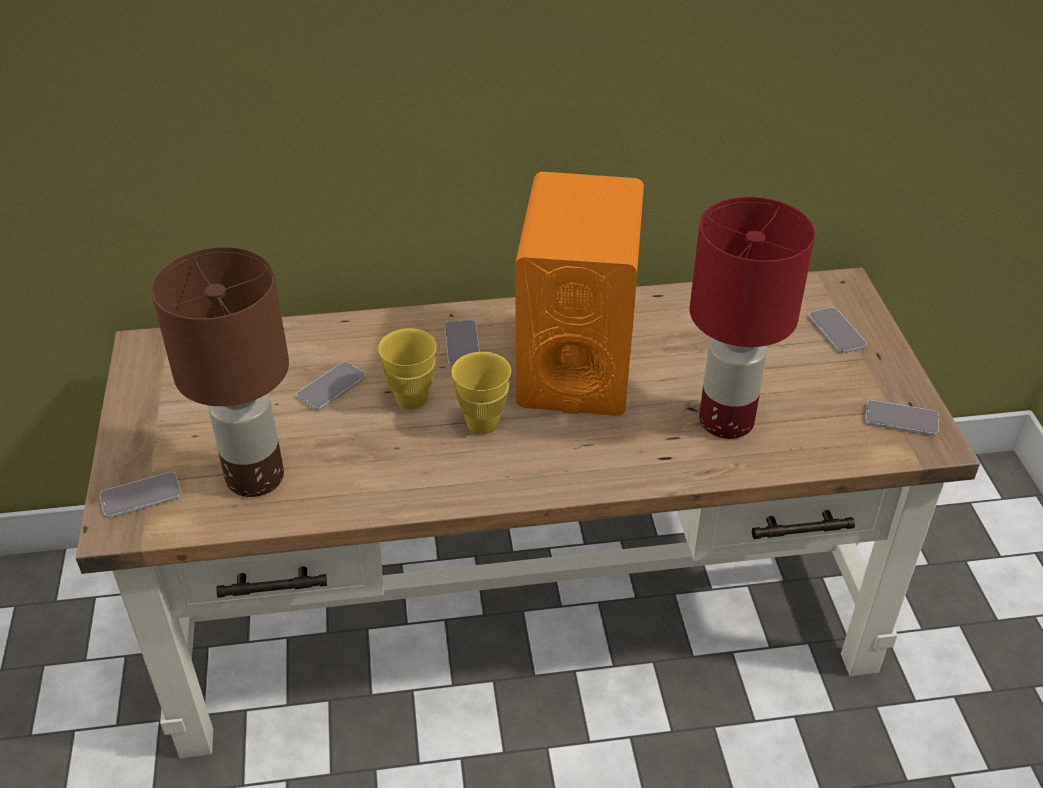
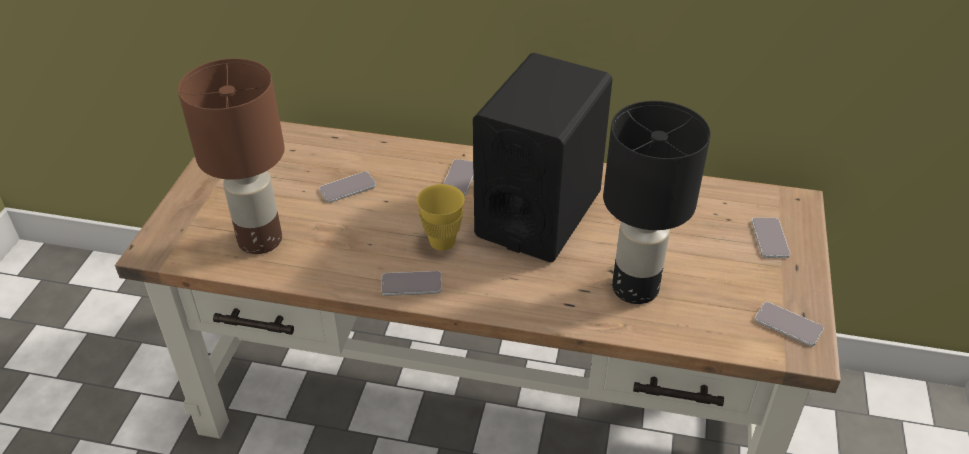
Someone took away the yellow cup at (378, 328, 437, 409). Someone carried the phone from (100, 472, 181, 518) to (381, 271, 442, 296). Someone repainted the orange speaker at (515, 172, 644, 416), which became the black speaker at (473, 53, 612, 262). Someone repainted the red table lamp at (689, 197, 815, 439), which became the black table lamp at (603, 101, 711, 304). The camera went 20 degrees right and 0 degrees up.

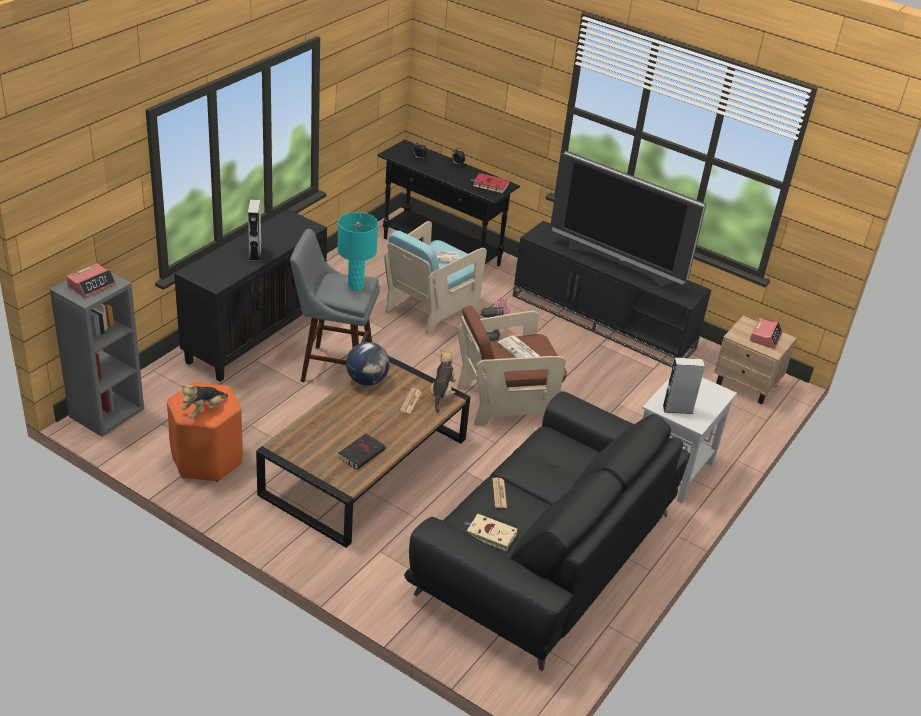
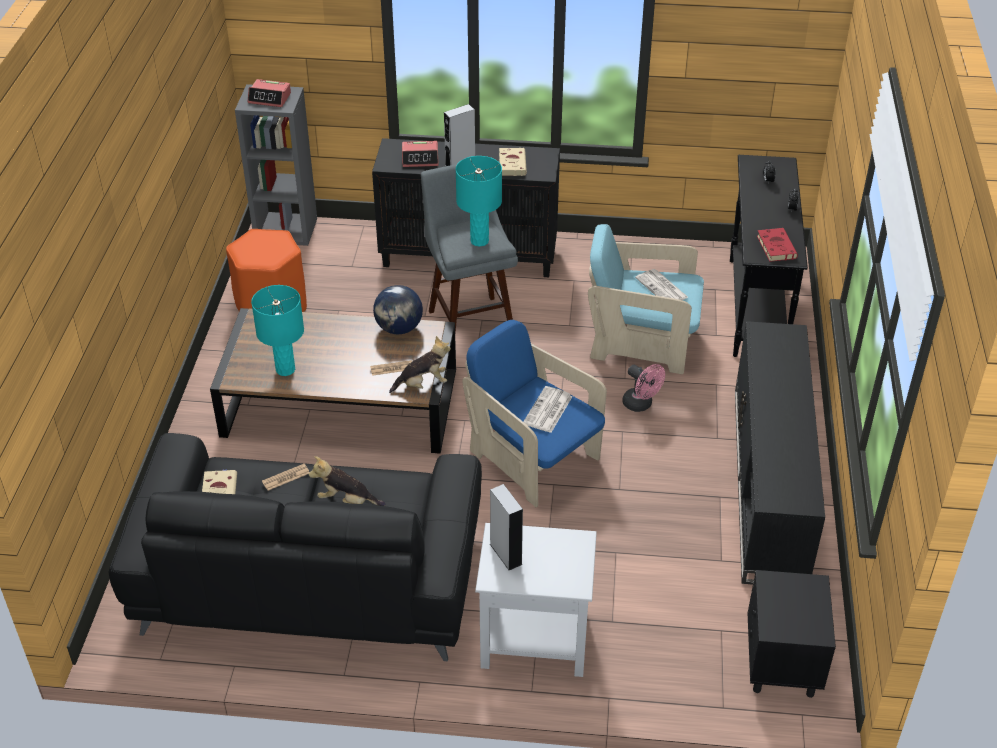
Someone took away the television at (551, 151, 706, 287). Someone put down the beige book at (499, 148, 527, 176). Someone carried the plush toy from (180, 384, 228, 418) to (309, 456, 386, 506). Someone carried the alarm clock from (750, 318, 782, 349) to (402, 141, 439, 167). Someone swapped the black book at (338, 434, 386, 470) for the turquoise table lamp at (251, 285, 304, 376). Someone repainted the brown armchair at (457, 306, 567, 425), which became the blue armchair at (462, 320, 607, 507). Someone repainted the beige nightstand at (714, 316, 797, 404), which became the black nightstand at (748, 570, 836, 698). The camera went 65 degrees right and 5 degrees up.

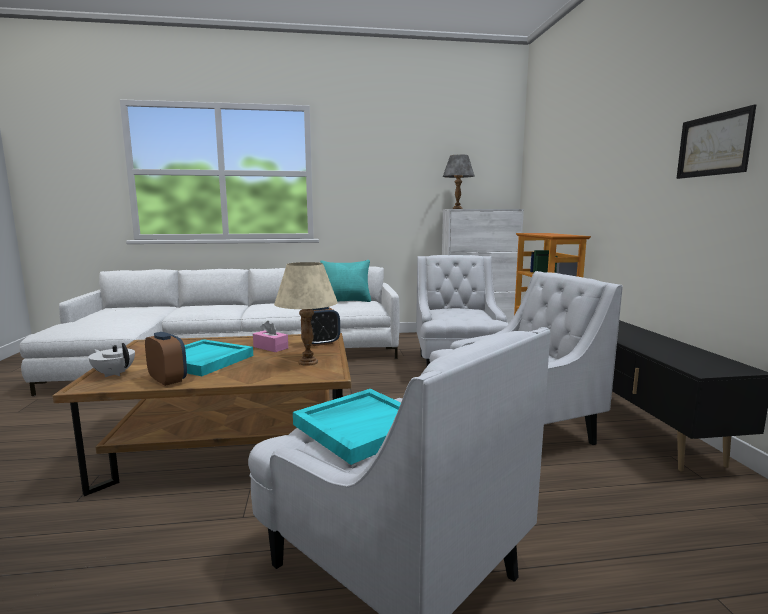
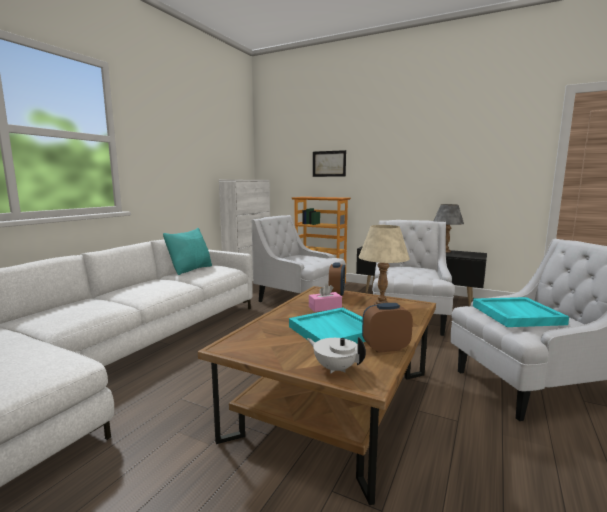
Someone carried the grey table lamp from (443, 154, 475, 209) to (434, 204, 464, 253). Someone carried the picture from (676, 105, 756, 179) to (313, 150, 346, 177). Someone rotated the white teapot at (88, 343, 135, 377) by 60 degrees clockwise. The camera went 55 degrees left and 0 degrees up.

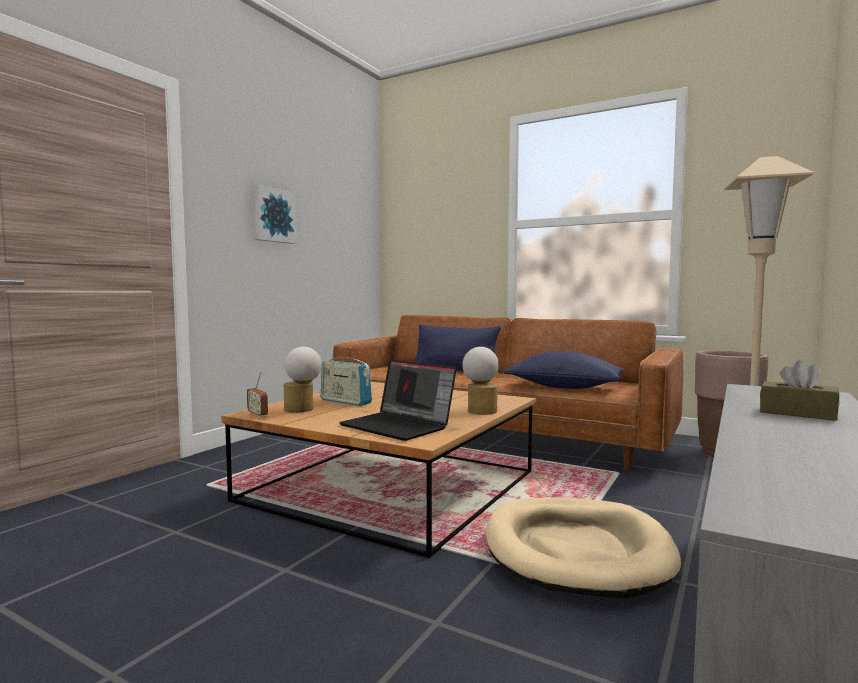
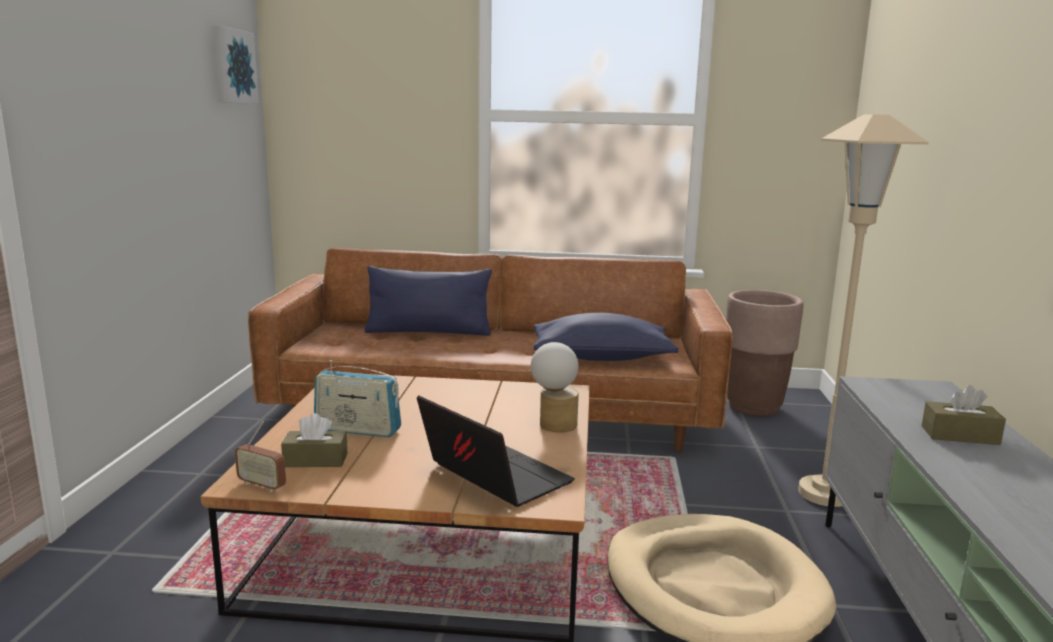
Someone carried the picture from (252, 184, 297, 244) to (213, 26, 259, 104). Someone swapped the table lamp at (284, 347, 322, 412) for the brown tissue box at (281, 413, 347, 467). Someone rotated the laptop at (339, 360, 457, 441) by 150 degrees counterclockwise. The camera went 25 degrees left and 10 degrees up.

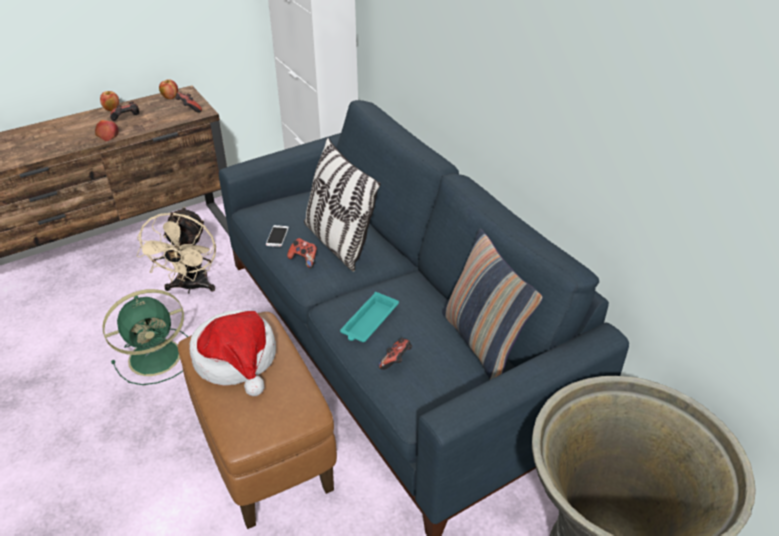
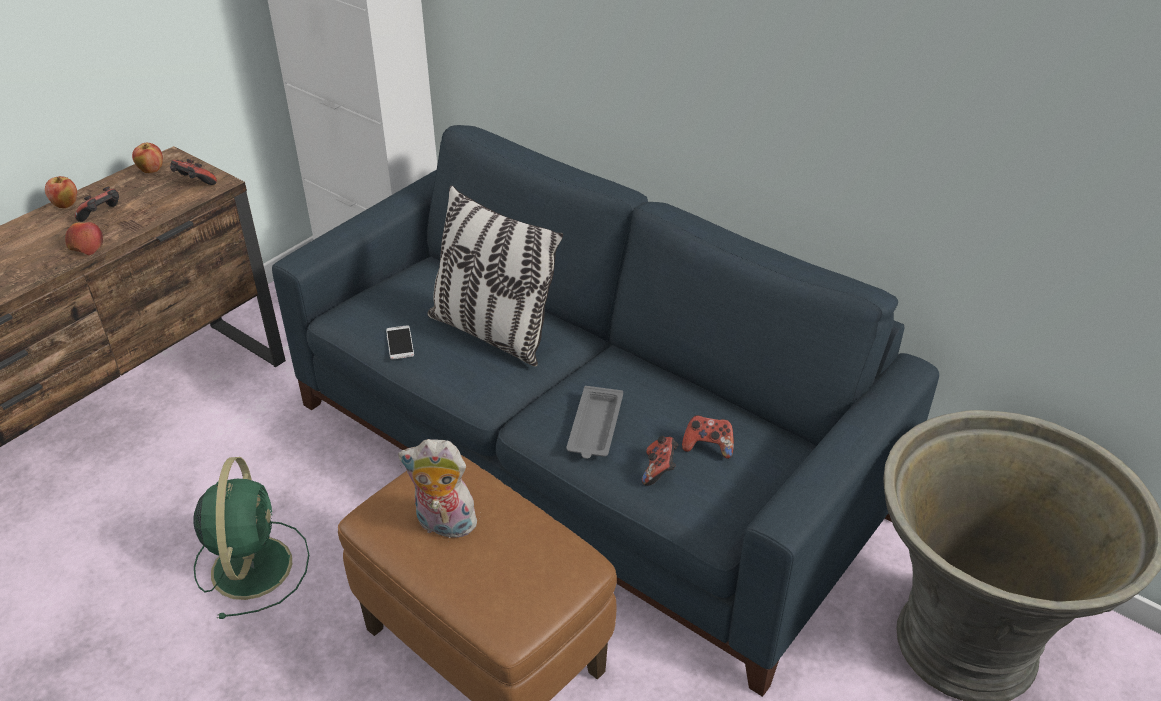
Someone took away the beige fan at (136, 207, 216, 293). Someone took away the pillow at (442, 228, 543, 380). Someone carried the game controller from (287, 238, 317, 268) to (682, 415, 734, 459). Someone swapped the hat at (189, 310, 276, 396) for the plush toy at (398, 439, 480, 538). Someone repainted the turquoise tray at (340, 292, 399, 342), which became the grey tray at (566, 386, 623, 459). Someone rotated the green fan at (102, 289, 188, 385) by 45 degrees counterclockwise. The camera went 20 degrees left and 0 degrees up.

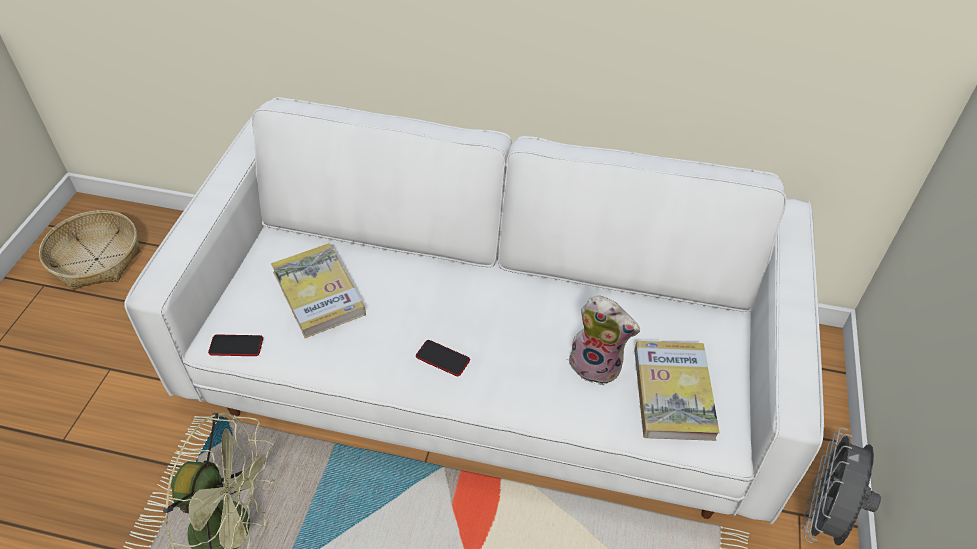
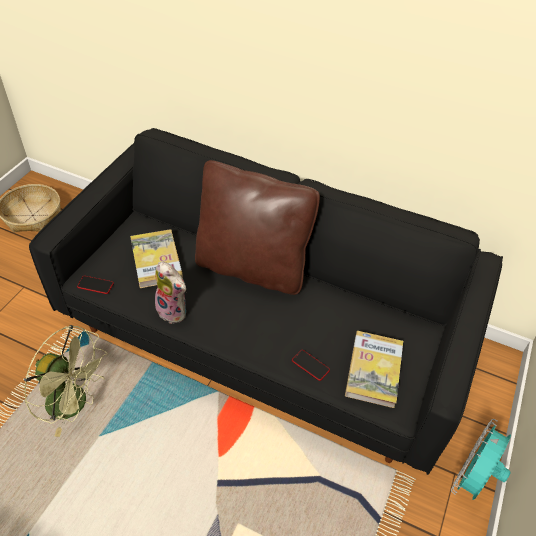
Someone put down the brown pillow at (195, 160, 320, 295). Someone carried the phone from (416, 340, 470, 376) to (292, 350, 330, 381). Someone carried the plush toy from (569, 296, 640, 385) to (155, 262, 186, 324). Someone repainted the white sofa at (124, 97, 824, 524), which became the black sofa at (29, 128, 503, 475). Someone repainted the grey fan at (802, 428, 881, 546), which became the turquoise fan at (451, 419, 511, 500). The camera went 10 degrees right and 0 degrees up.

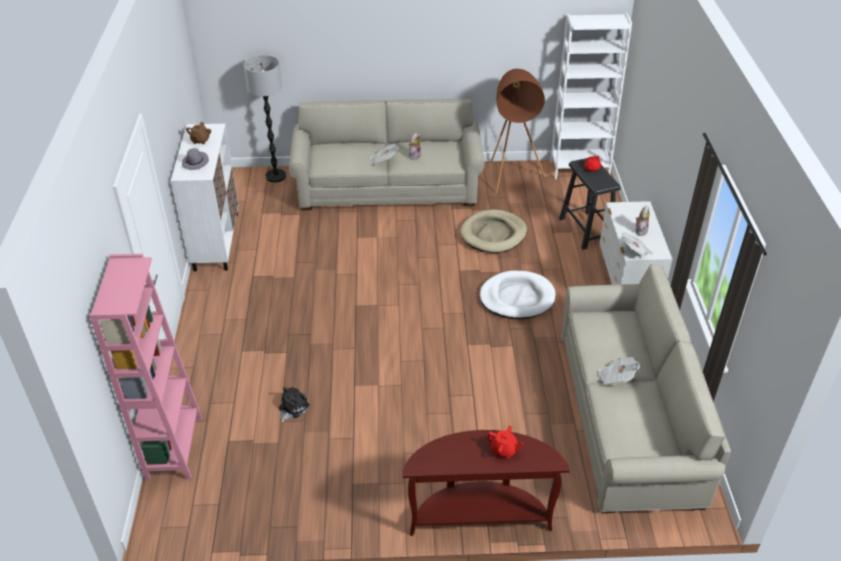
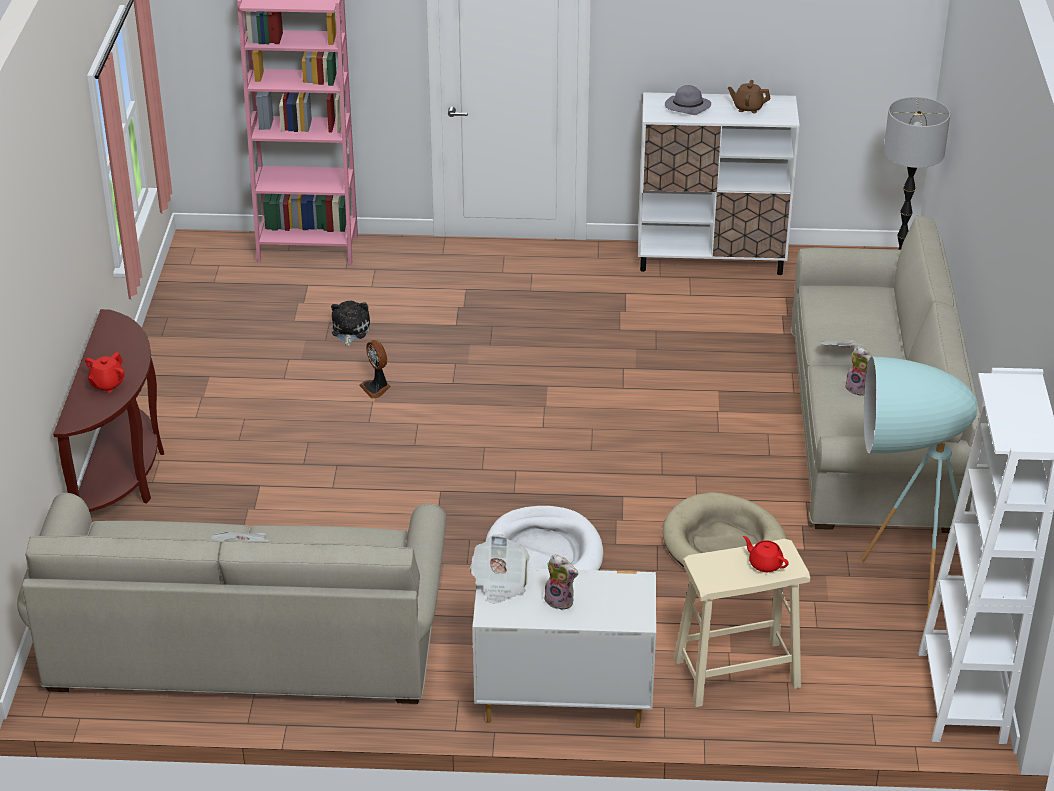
Someone put down the fan at (359, 340, 391, 398). Someone repainted the brown floor lamp at (490, 69, 545, 193), which became the turquoise floor lamp at (859, 356, 978, 617). Someone repainted the black stool at (559, 158, 621, 250), which became the beige stool at (674, 539, 810, 707). Someone rotated the plush toy at (279, 387, 310, 423) by 120 degrees counterclockwise. The camera went 95 degrees right and 5 degrees down.

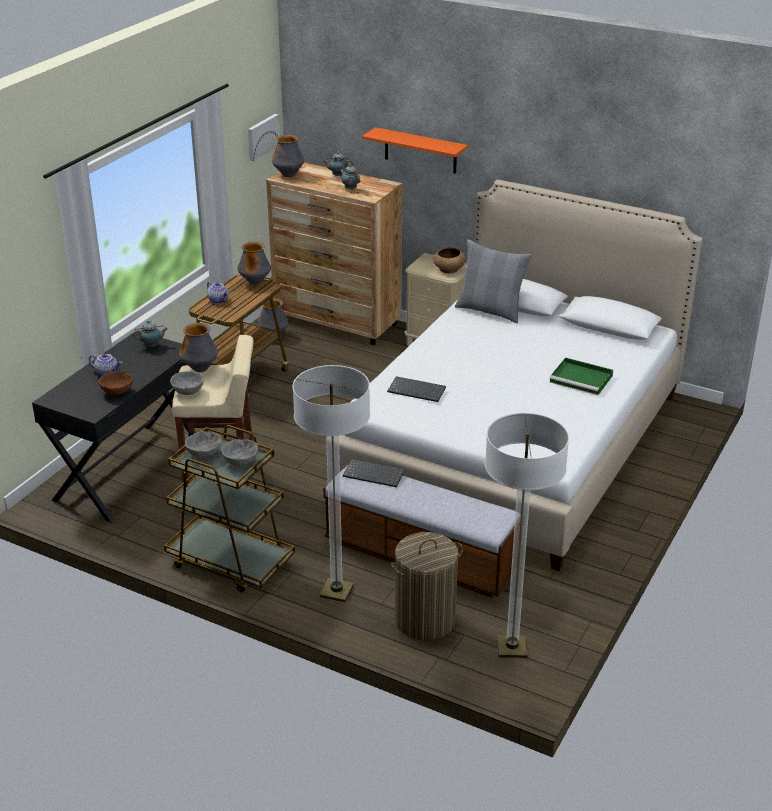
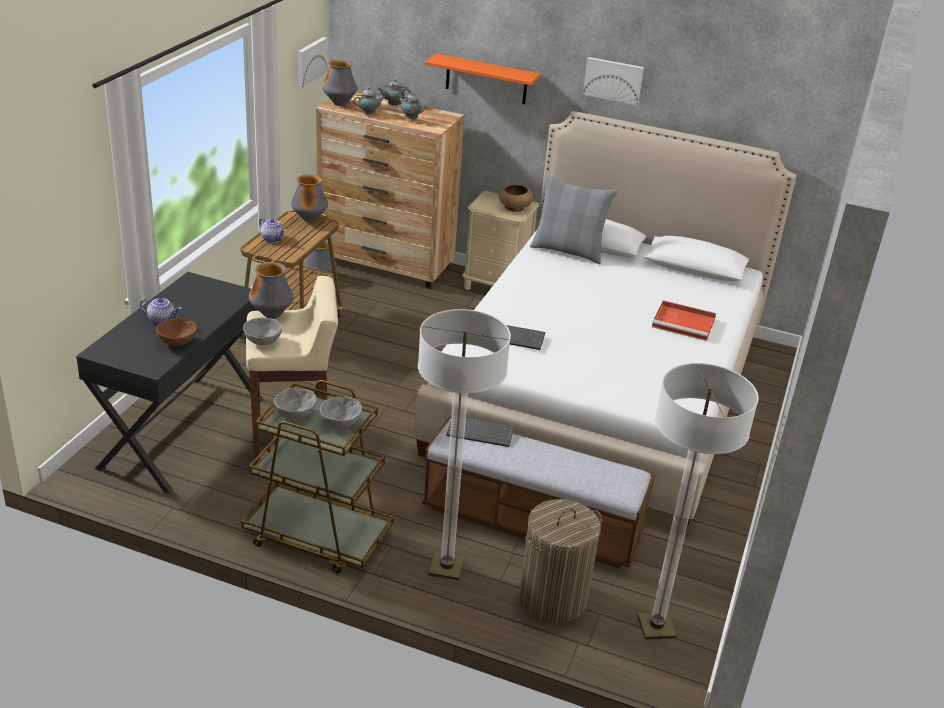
Someone put up the picture at (583, 57, 644, 105). Someone carried the teapot from (133, 320, 168, 347) to (353, 87, 385, 115). Someone repainted the green tray at (550, 357, 613, 395), which became the red tray at (652, 300, 716, 341). The camera went 10 degrees left and 0 degrees up.

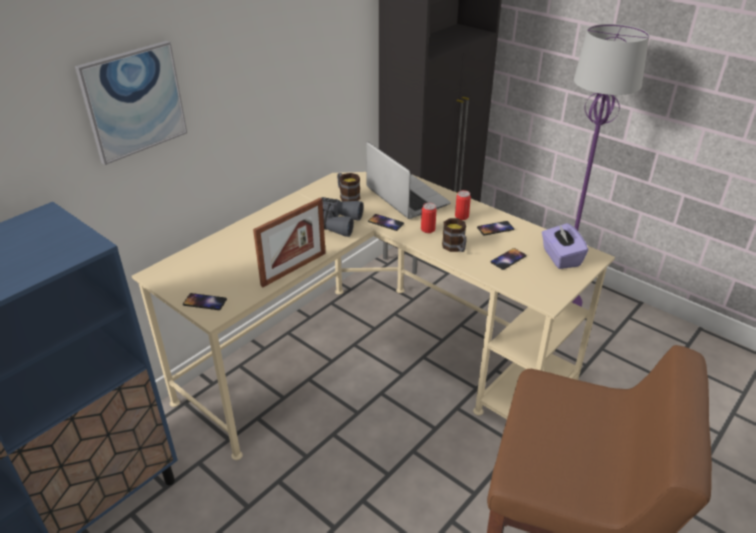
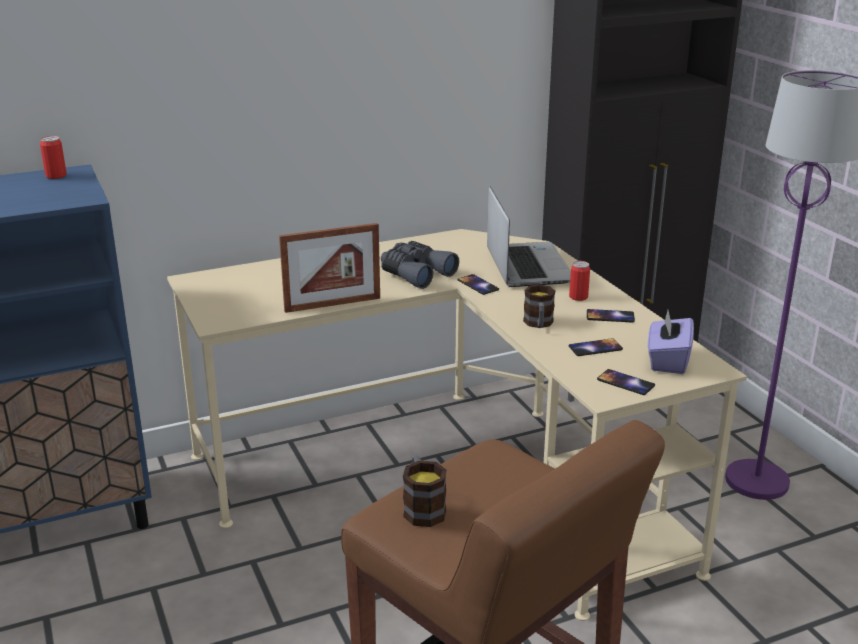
Someone took away the picture at (75, 41, 187, 165). Someone carried the phone from (183, 293, 227, 310) to (597, 369, 655, 395). Someone carried the mug from (337, 173, 361, 201) to (403, 456, 447, 527). Someone carried the can from (421, 203, 437, 233) to (40, 136, 67, 179). The camera went 25 degrees right and 10 degrees down.

